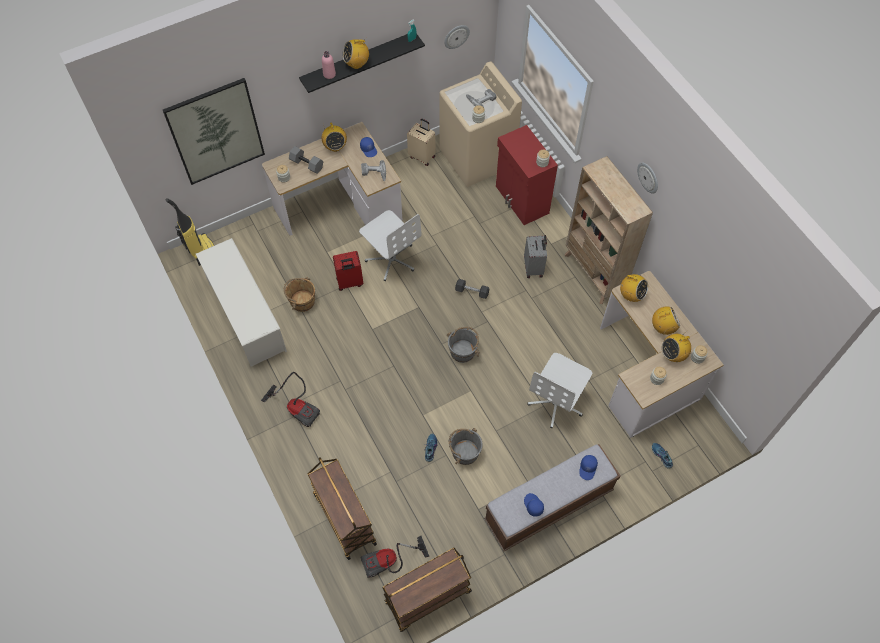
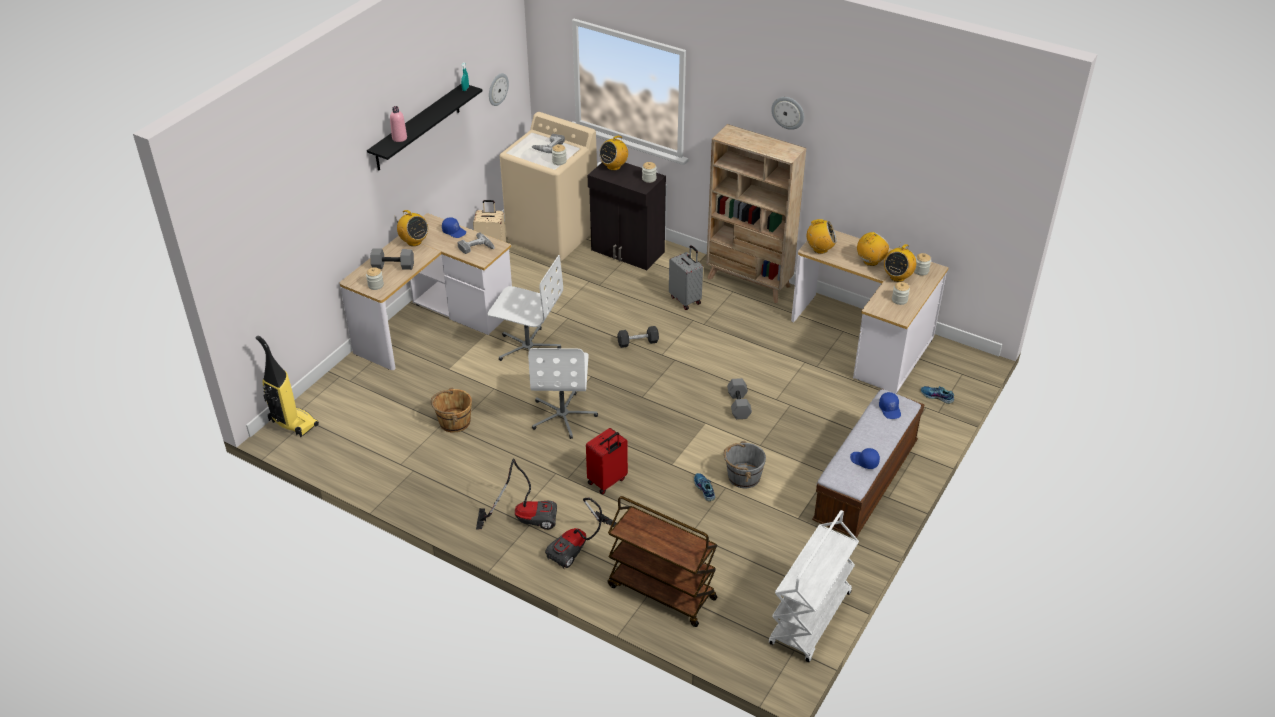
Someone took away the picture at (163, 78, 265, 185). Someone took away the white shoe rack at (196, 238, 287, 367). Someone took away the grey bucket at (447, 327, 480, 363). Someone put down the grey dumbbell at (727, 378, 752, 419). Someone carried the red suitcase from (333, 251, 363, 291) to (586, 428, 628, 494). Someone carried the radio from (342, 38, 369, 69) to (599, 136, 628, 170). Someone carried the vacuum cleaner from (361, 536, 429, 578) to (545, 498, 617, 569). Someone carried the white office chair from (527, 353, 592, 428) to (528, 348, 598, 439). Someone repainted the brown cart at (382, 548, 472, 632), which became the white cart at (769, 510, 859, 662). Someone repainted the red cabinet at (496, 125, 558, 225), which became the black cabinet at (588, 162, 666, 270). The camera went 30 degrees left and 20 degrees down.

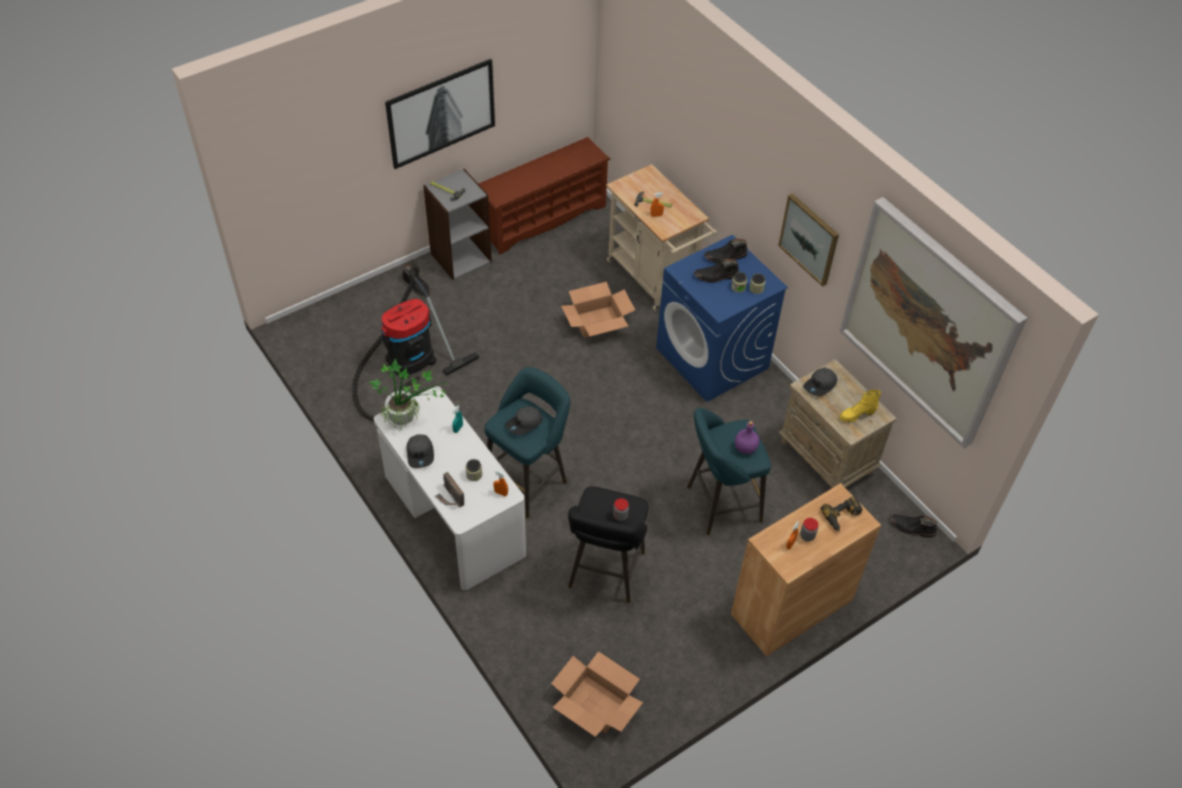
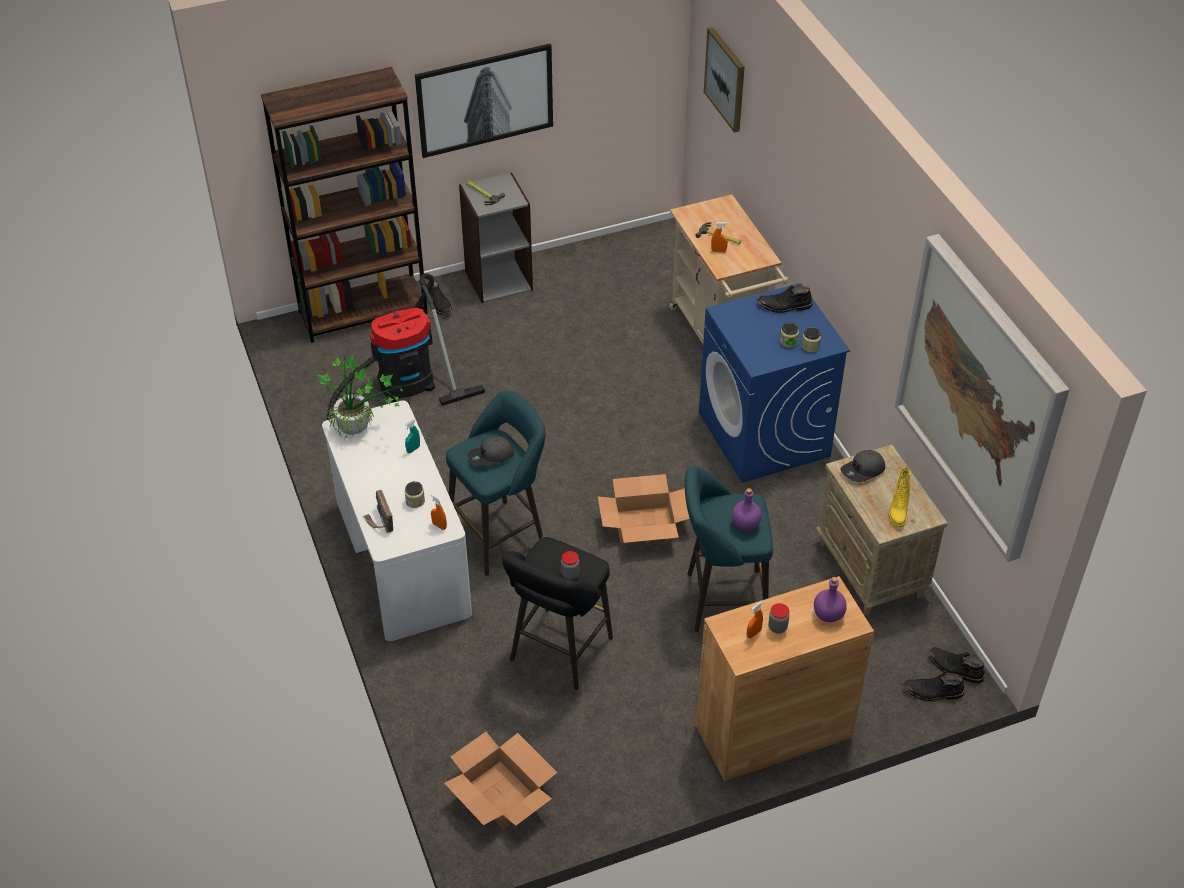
Someone took away the grey cap at (406, 434, 434, 468). Someone took away the brown shoe rack at (479, 137, 611, 255). Someone put down the brown bookcase at (261, 67, 428, 343). Someone carried the cardboard box from (561, 282, 635, 338) to (598, 474, 690, 543). Someone carried the black boot from (694, 258, 739, 283) to (903, 673, 964, 701). Someone carried the picture from (778, 193, 839, 287) to (704, 27, 745, 133). Someone swapped the power drill at (821, 496, 863, 532) for the purple bottle at (814, 577, 847, 622). Someone rotated the yellow boot at (840, 390, 881, 422) by 75 degrees counterclockwise. The camera went 15 degrees right and 5 degrees down.

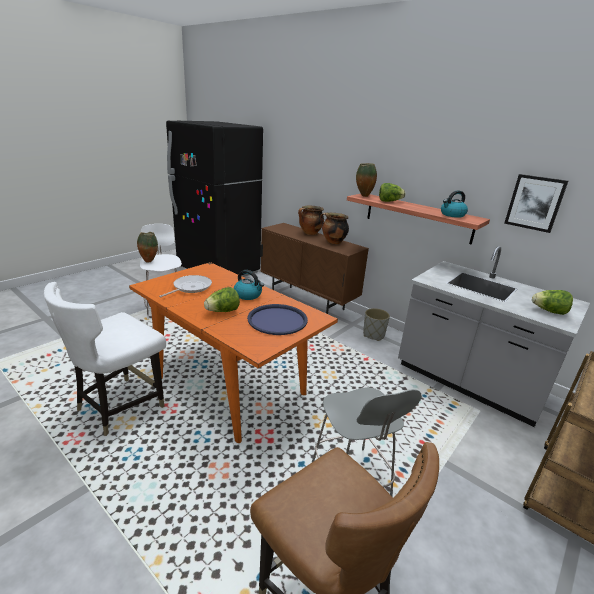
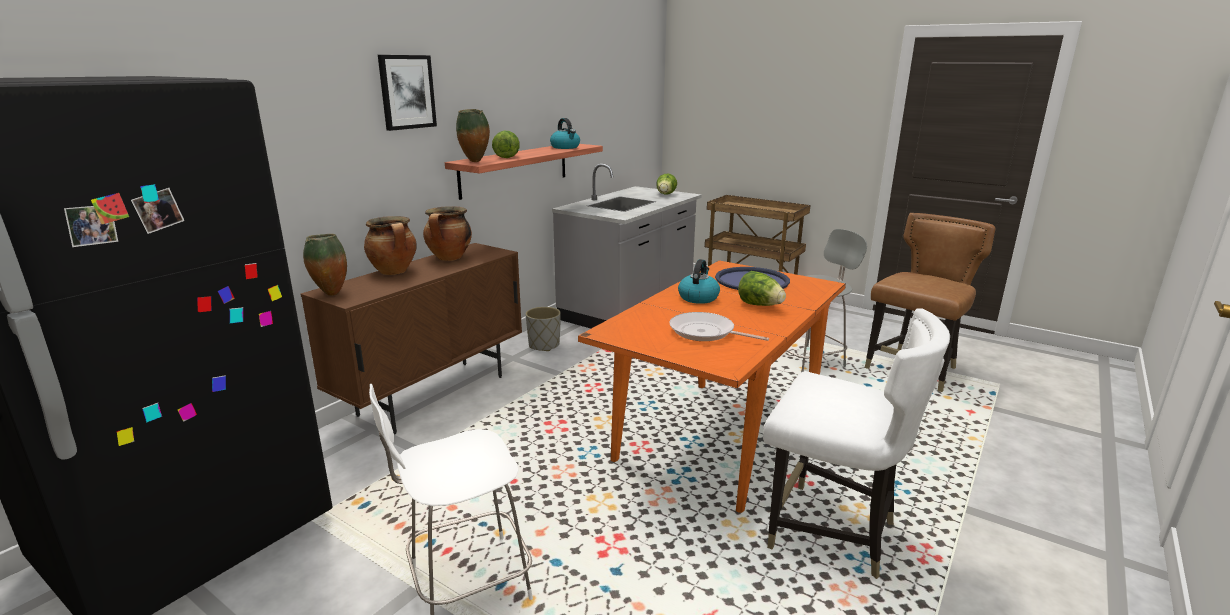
Someone carried the vase from (137, 232, 158, 263) to (303, 234, 347, 296). Someone carried the picture from (504, 174, 568, 233) to (378, 55, 437, 131). The camera went 95 degrees left and 5 degrees down.

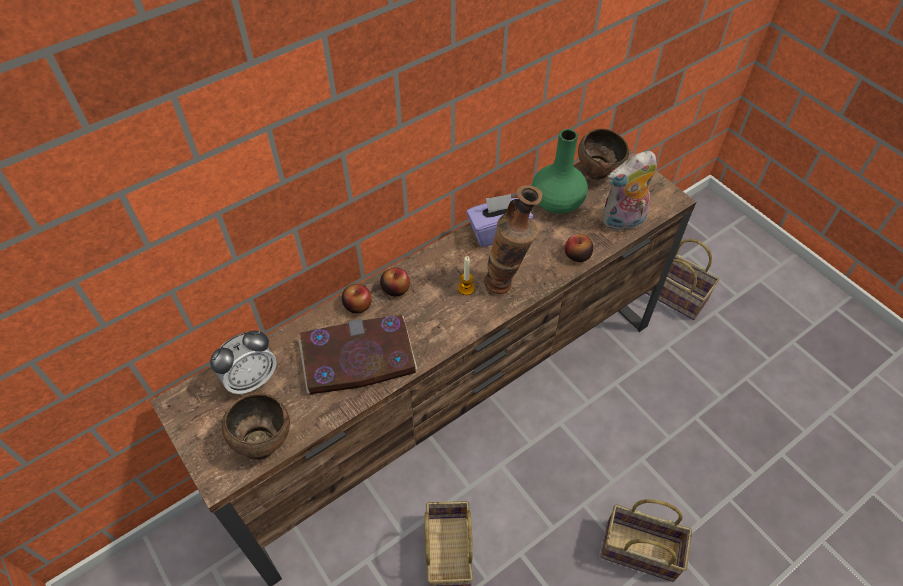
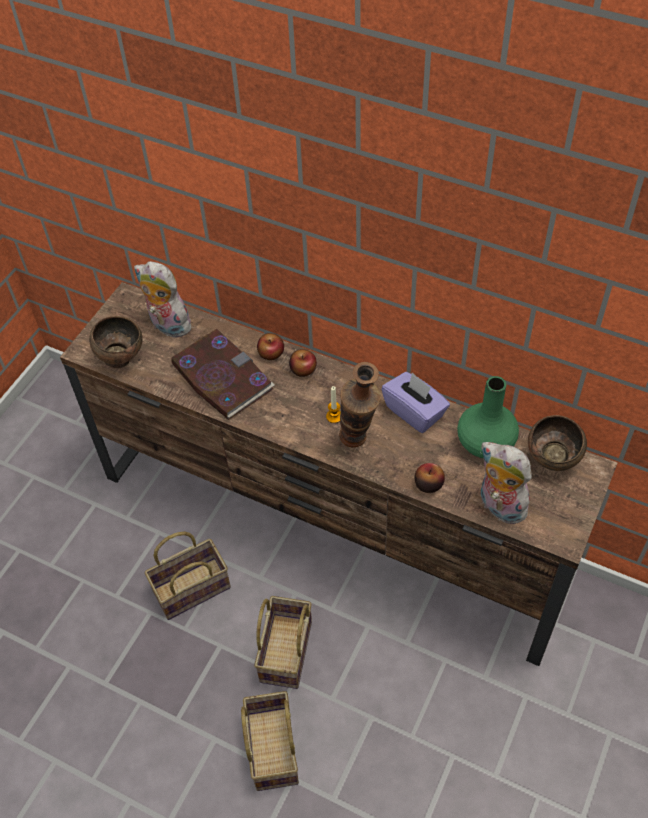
Someone carried the basket from (645, 239, 719, 320) to (254, 596, 312, 689). Someone swapped the alarm clock at (210, 330, 277, 396) for the plush toy at (134, 261, 195, 337). The camera went 65 degrees right and 0 degrees up.

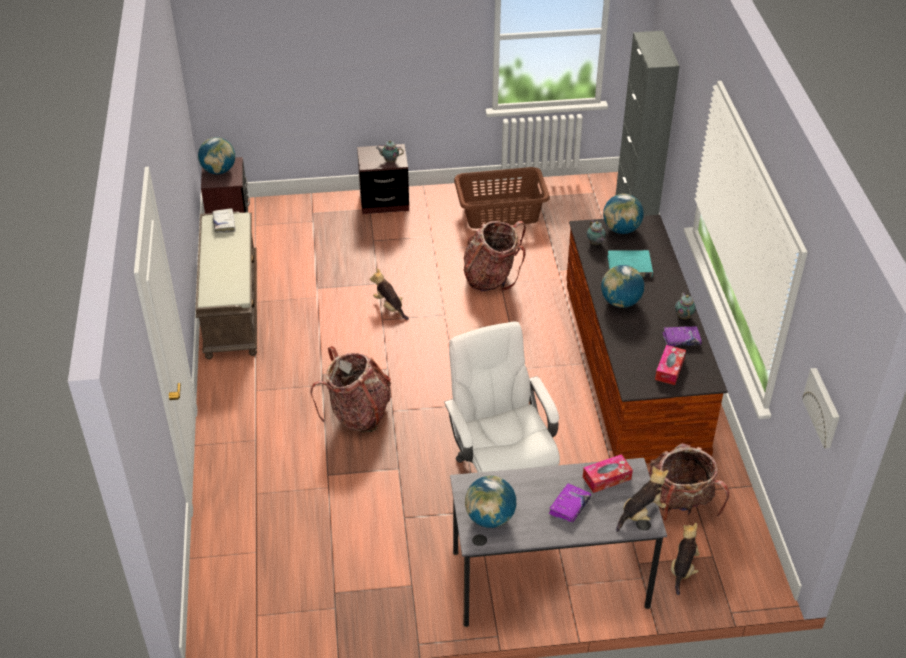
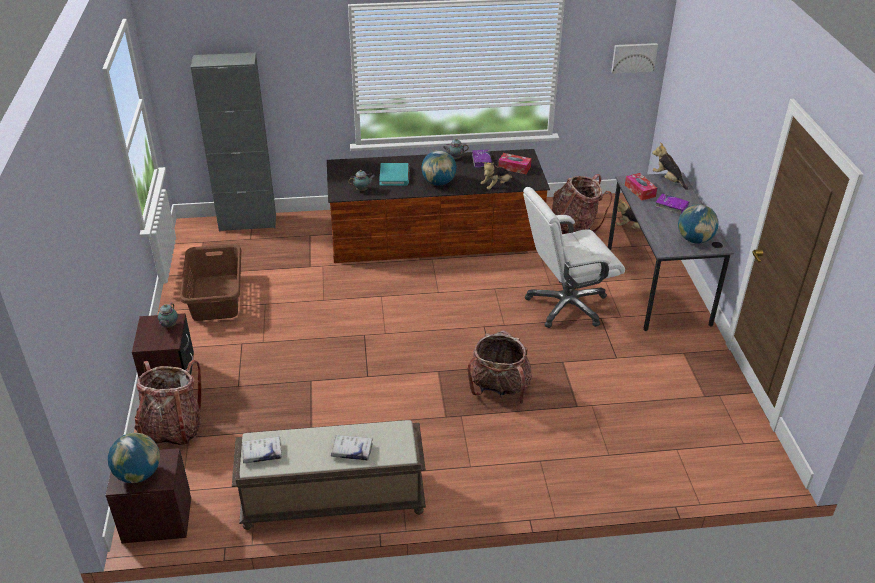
Someone took away the globe at (603, 194, 644, 234). Someone put down the white book at (331, 435, 373, 460). Someone carried the plush toy from (370, 268, 409, 320) to (480, 162, 513, 190). Someone carried the backpack from (464, 221, 526, 291) to (134, 360, 202, 446). The camera went 90 degrees left and 5 degrees down.

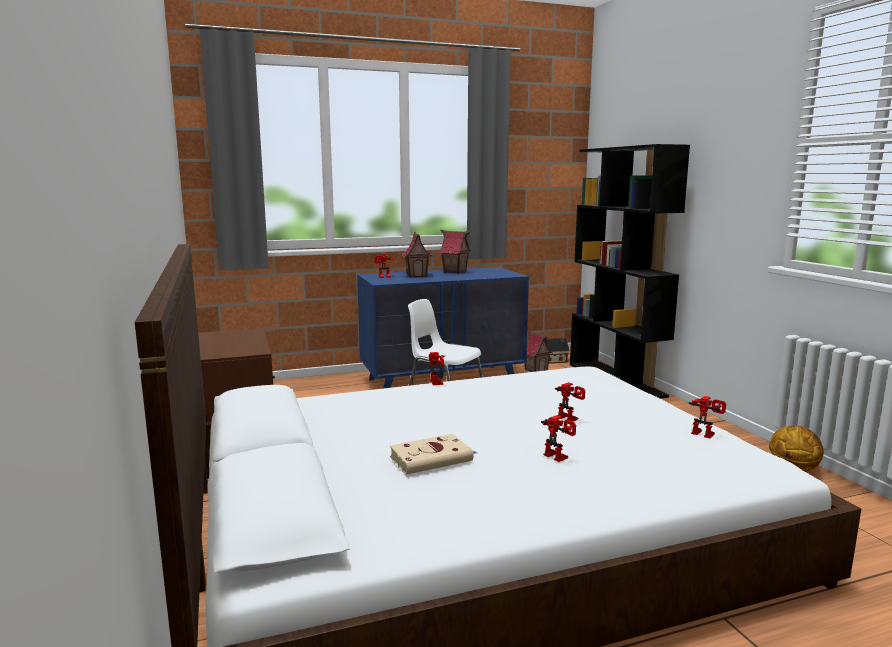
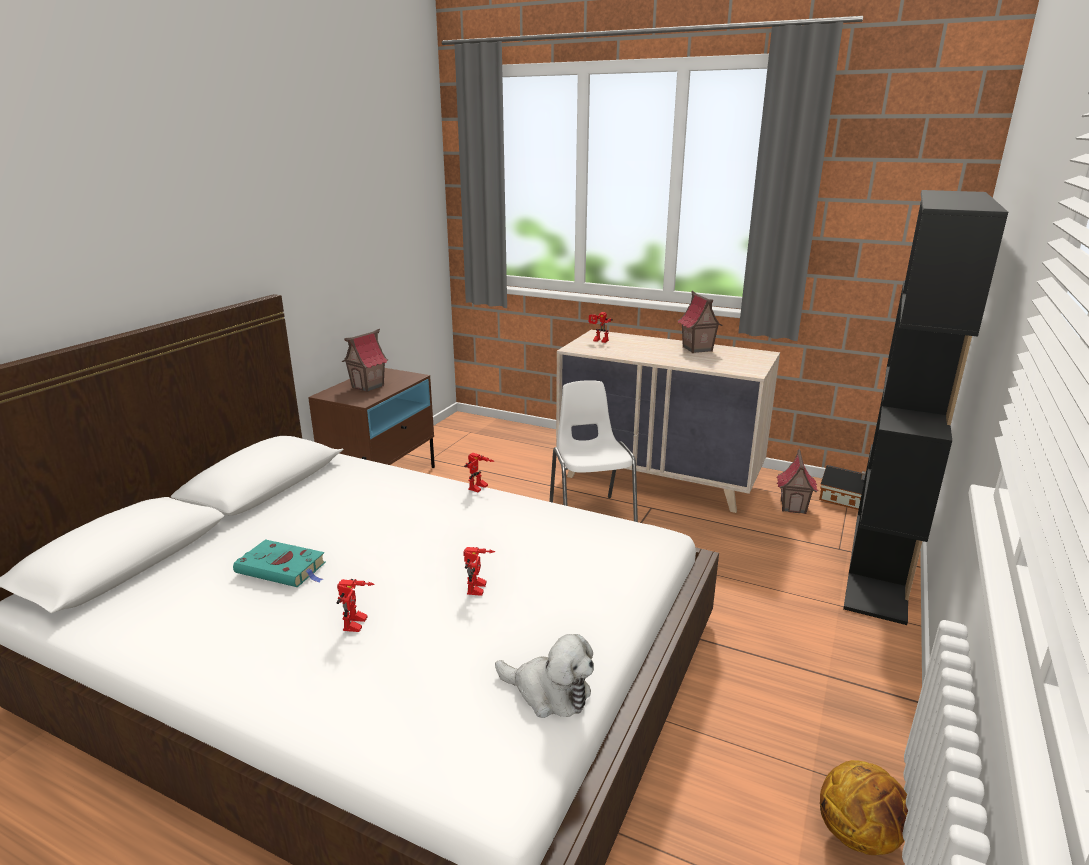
Someone carried the toy house from (402, 231, 432, 278) to (342, 329, 388, 392). Someone swapped the toy robot at (689, 396, 726, 439) for the plush toy at (495, 634, 594, 718). Someone repainted the blue dresser at (357, 267, 529, 388), which became the beige dresser at (556, 330, 780, 513). Someone repainted the beige book at (390, 434, 476, 475), which became the turquoise book at (233, 539, 326, 587). The camera went 45 degrees right and 10 degrees up.

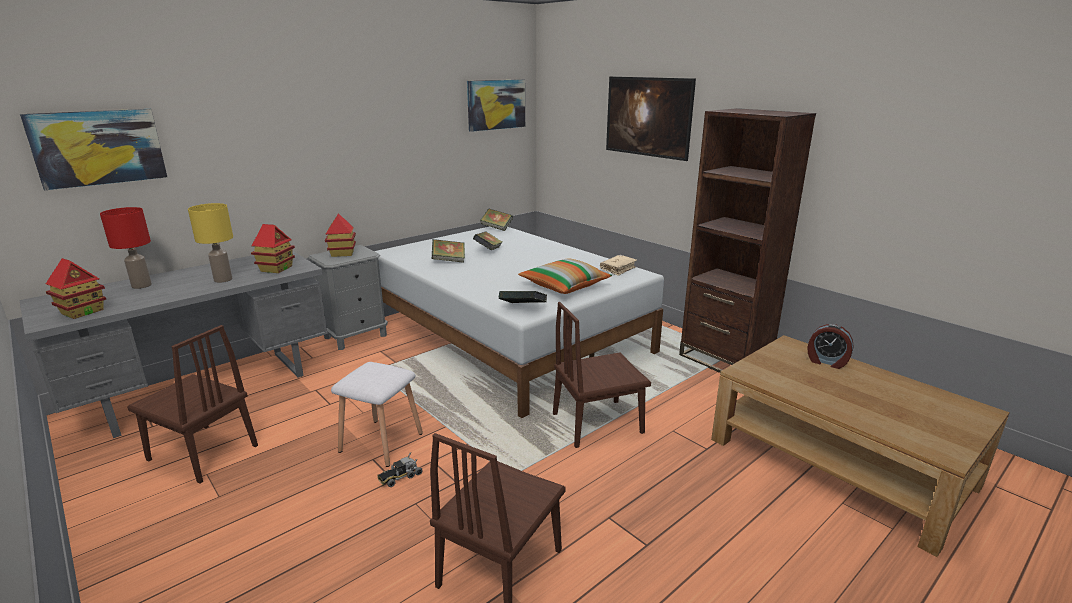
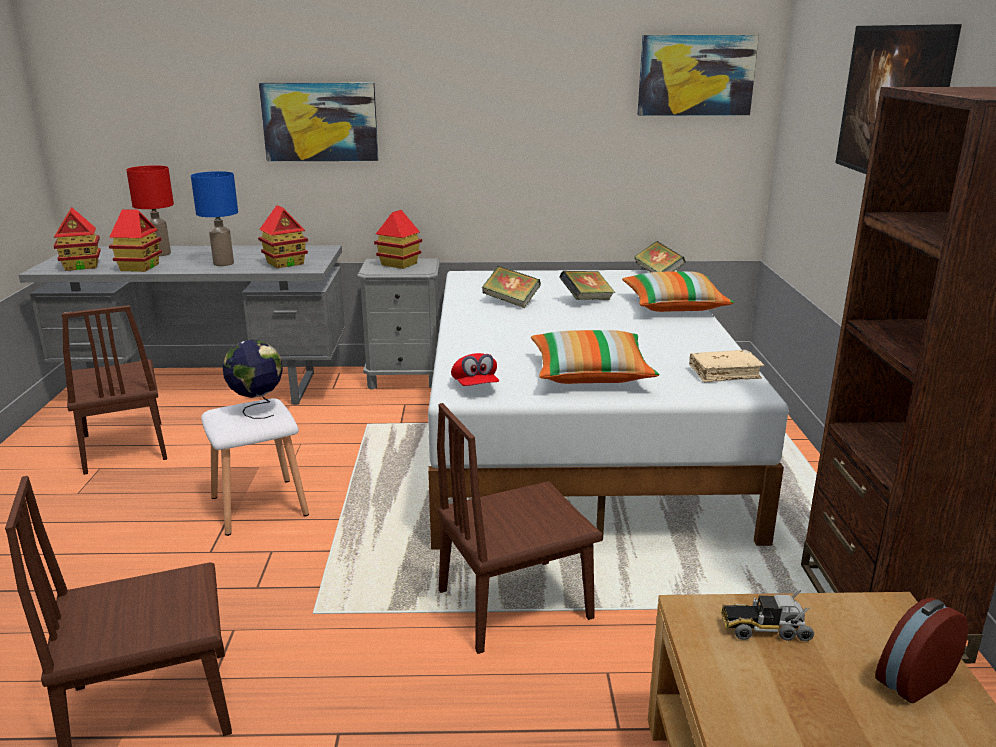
Someone put down the toy house at (109, 209, 162, 272). Someone put down the globe at (222, 339, 283, 419). Someone put down the pillow at (622, 271, 734, 312). Someone carried the picture from (20, 109, 167, 190) to (259, 83, 378, 161). Someone carried the toy truck from (378, 453, 423, 487) to (721, 590, 814, 641). Someone swapped the book at (499, 291, 547, 303) for the red cap at (451, 353, 499, 386). Someone repainted the yellow table lamp at (188, 203, 233, 283), which became the blue table lamp at (191, 171, 238, 266). Someone rotated the brown chair at (553, 302, 651, 448) by 45 degrees counterclockwise. Someone rotated the alarm clock at (807, 324, 854, 369) by 75 degrees clockwise. The camera went 40 degrees right and 0 degrees up.

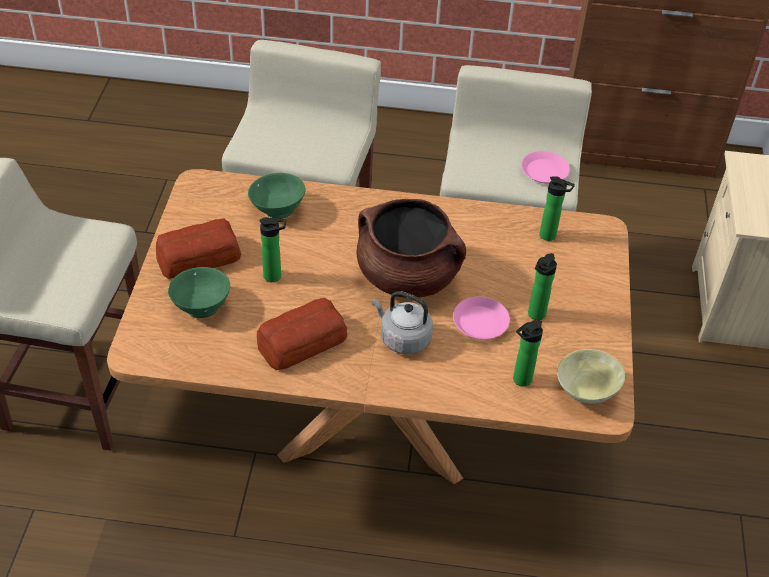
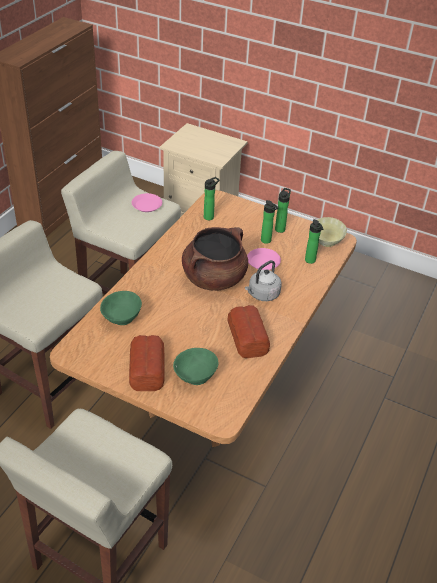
Someone carried the bottle from (259, 217, 286, 282) to (275, 188, 291, 233). The camera went 70 degrees left and 5 degrees down.

